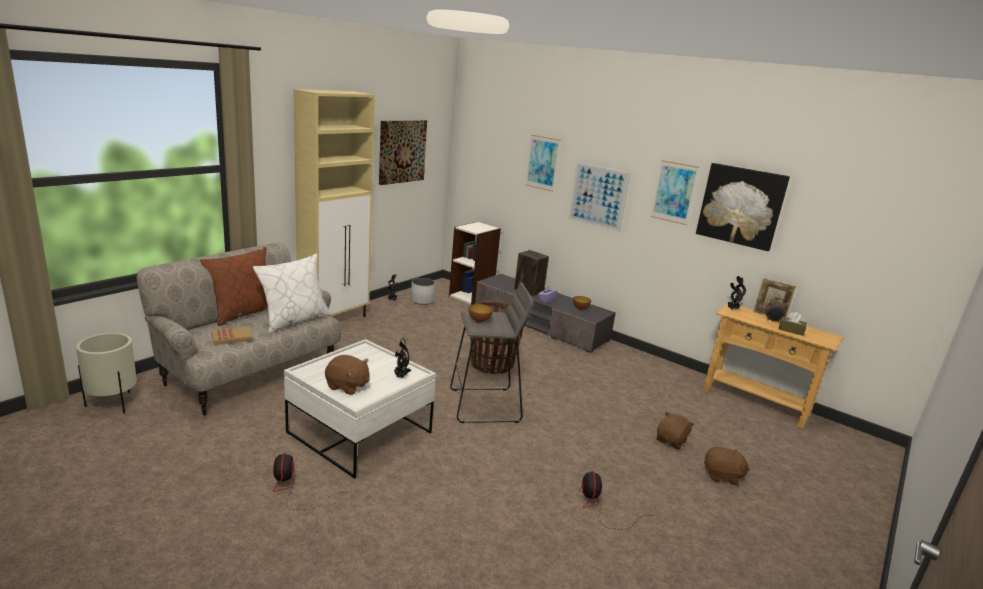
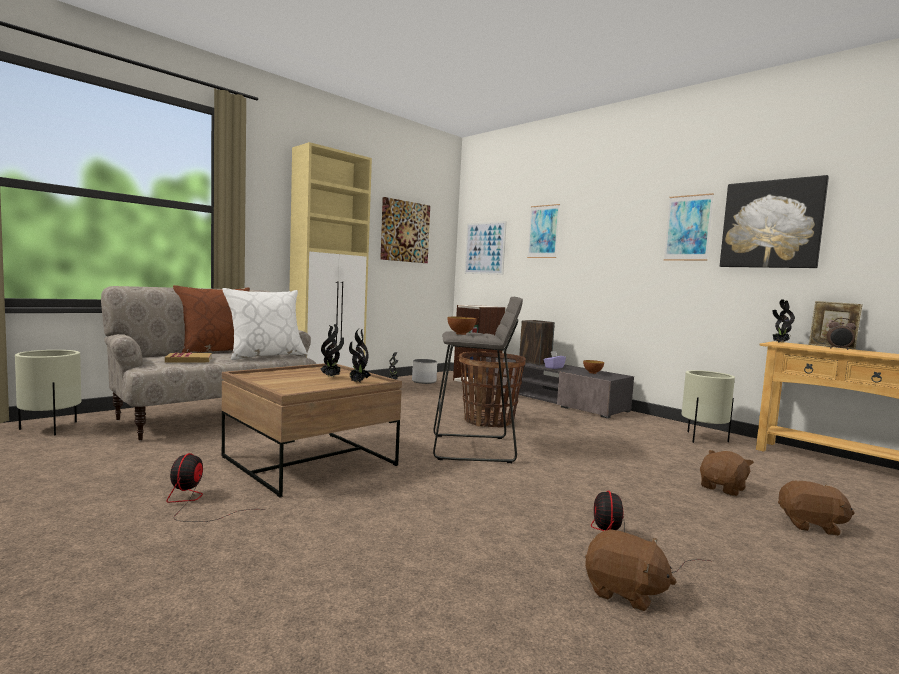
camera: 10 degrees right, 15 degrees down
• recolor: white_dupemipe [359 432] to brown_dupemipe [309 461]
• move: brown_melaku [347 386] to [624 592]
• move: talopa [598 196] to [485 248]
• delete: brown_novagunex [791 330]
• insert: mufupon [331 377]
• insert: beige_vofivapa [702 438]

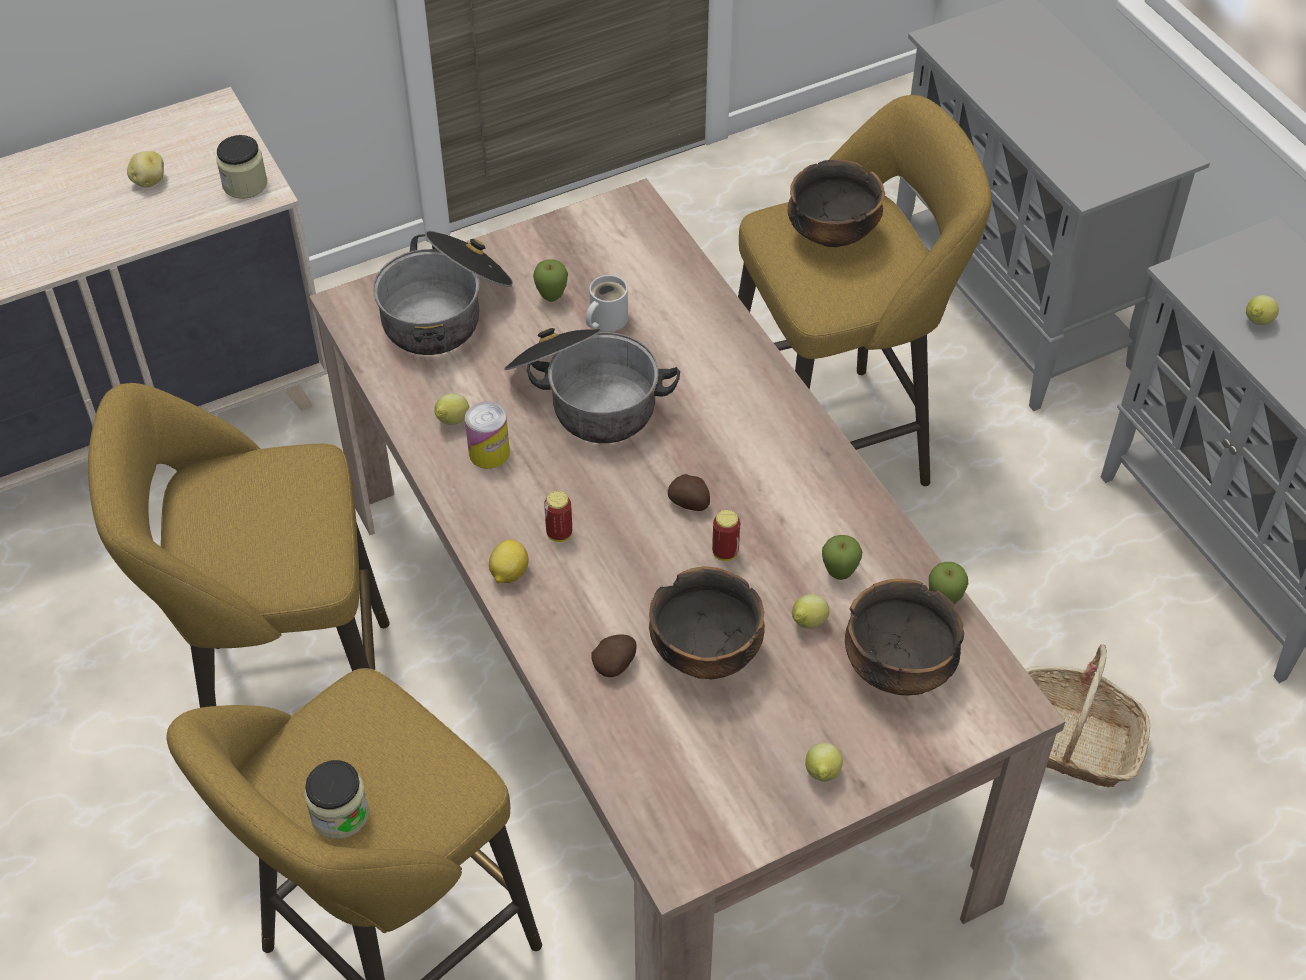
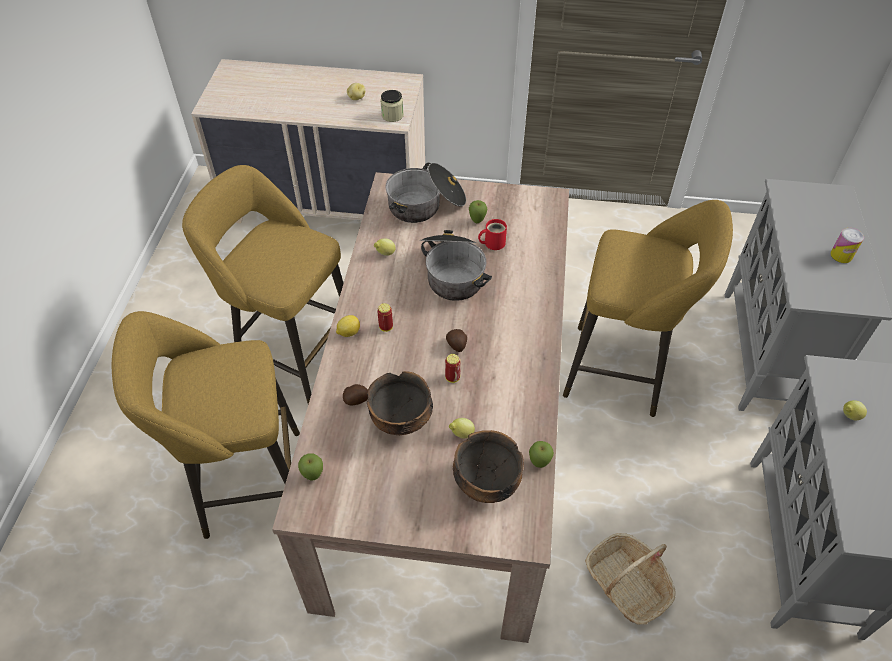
camera: 35 degrees right, 0 degrees up
• delete: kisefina [340 814]
• move: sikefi [489 453] to [841 255]
• recolor: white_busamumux [605 320] to red_busamumux [492 242]
• delete: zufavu [832 234]
• delete: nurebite [822 775]
• move: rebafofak [839 574] to [313 476]

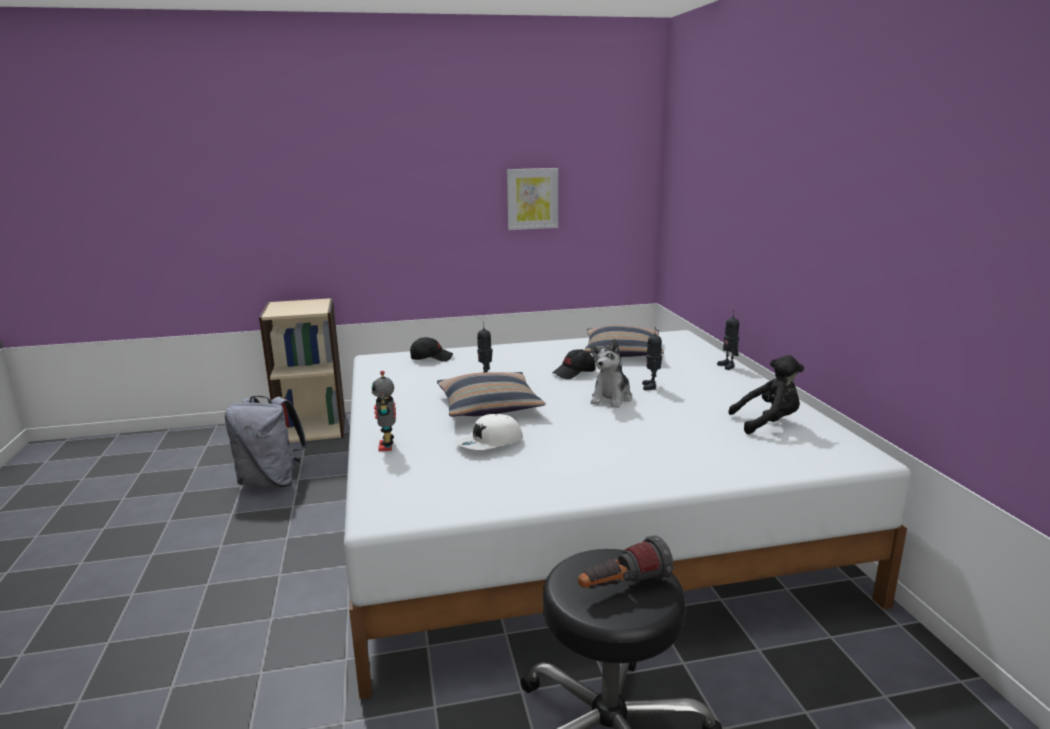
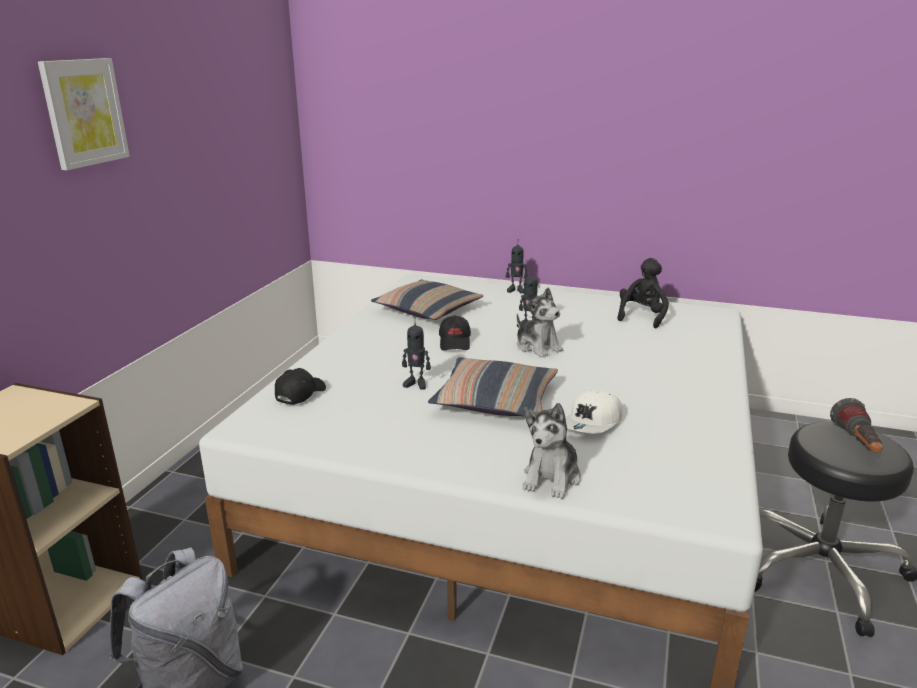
camera: 60 degrees left, 5 degrees up
• replace: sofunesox [387 446] to melaku [552 478]
• rotate: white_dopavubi [490 444] = [592 423] 45 degrees clockwise
• move: talopa [532 198] to [84 112]

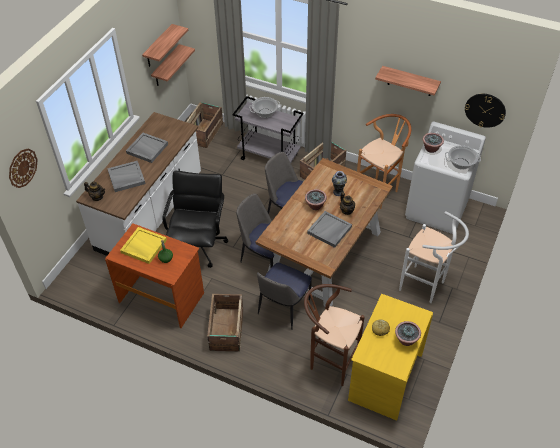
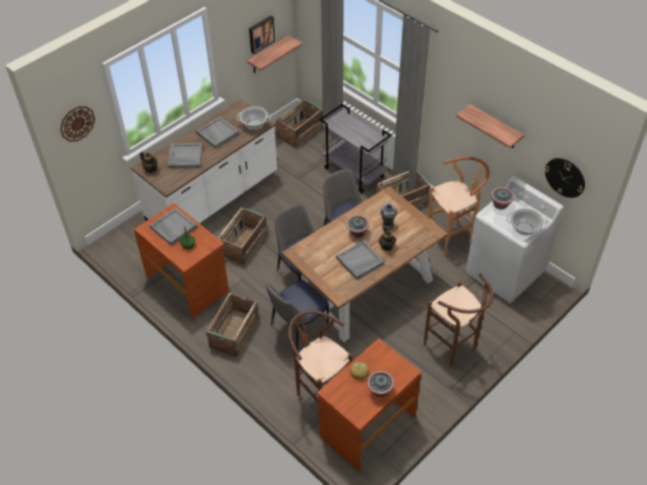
camera: 20 degrees right, 0 degrees up
• recolor: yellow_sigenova [143 246] to grey_sigenova [173 227]
• replace: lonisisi [158 46] to talopa [261 34]
• replace: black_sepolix [198 246] to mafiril [244 243]
• move: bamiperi [265 113] to [254 124]
• recolor: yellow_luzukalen [384 377] to brown_luzukalen [367 426]
• recolor: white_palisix [426 287] to brown_palisix [453 350]

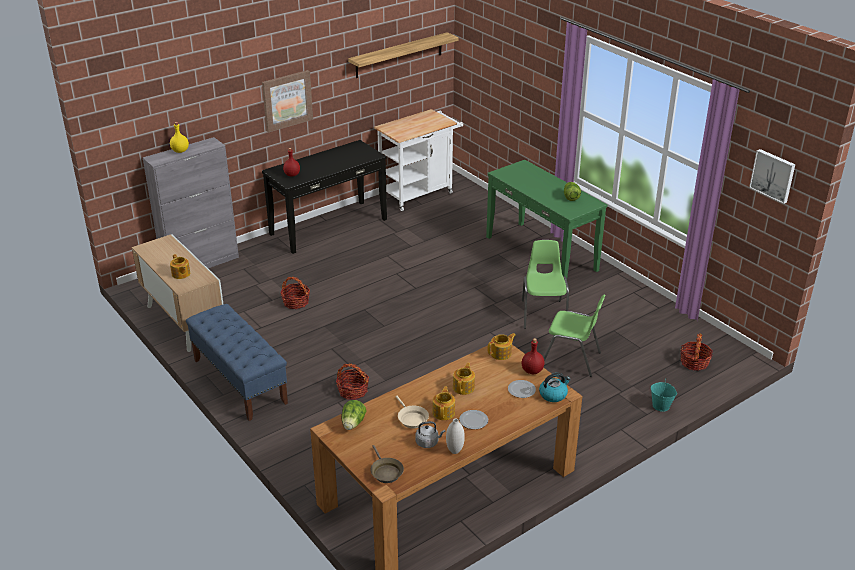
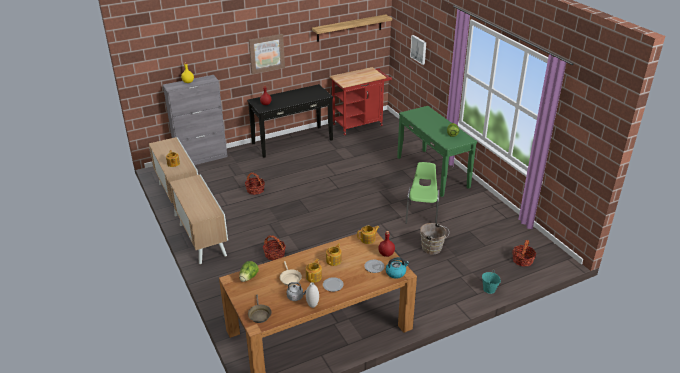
camera: 10 degrees right, 0 degrees up
• replace: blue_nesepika [239 381] to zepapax [202 239]
• recolor: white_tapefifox [419 193] to red_tapefifox [360 124]
• replace: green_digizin [571 359] to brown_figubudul [433 249]
• move: talopa [773 175] to [419 49]

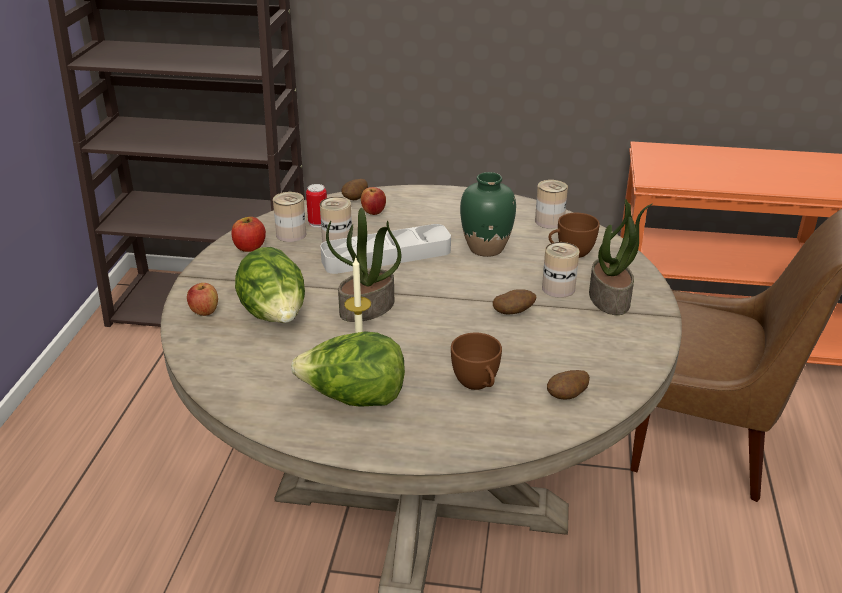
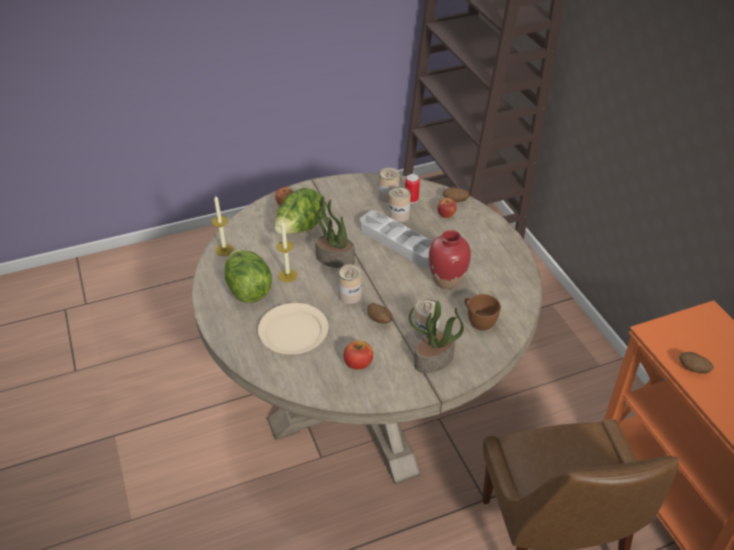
camera: 60 degrees right, 10 degrees up
• move: rebafofak [249 247] to [358 363]
• replace: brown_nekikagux [477 385] to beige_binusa [293 331]
• recolor: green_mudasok [486 248] to red_mudasok [447 280]
• move: sikefi [549 221] to [350 295]
• move: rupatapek [567 397] to [693 369]
• insert: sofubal [224 250]

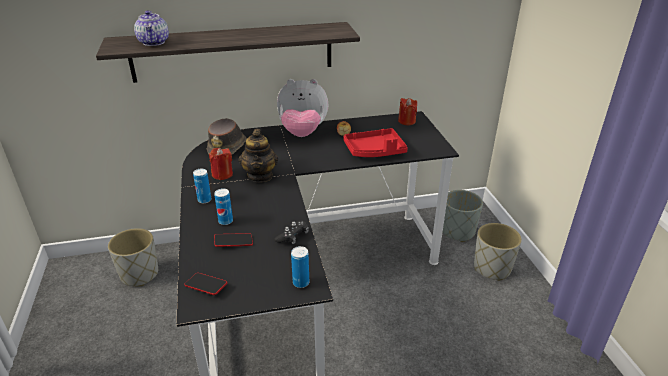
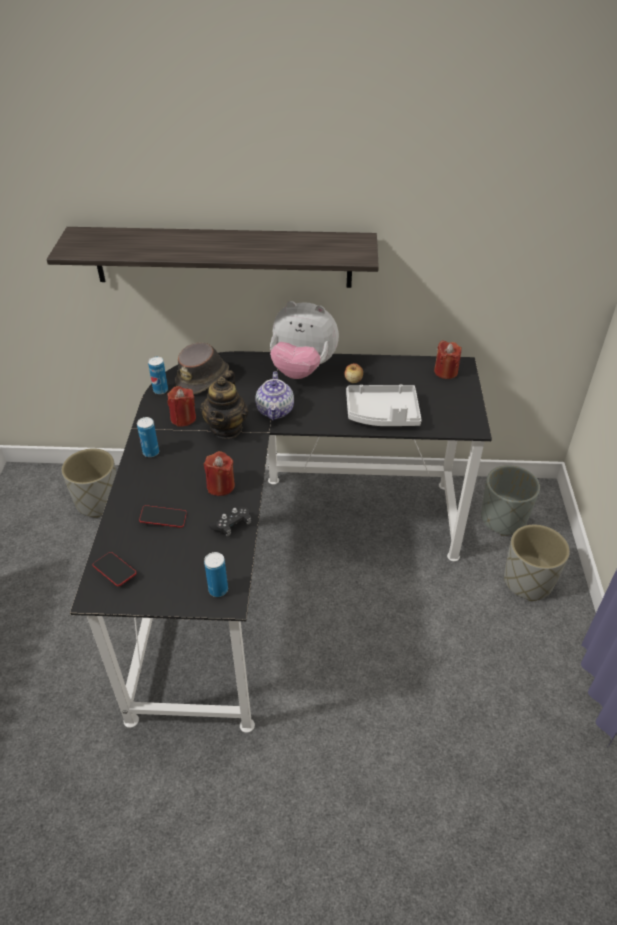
camera: 15 degrees right, 10 degrees up
• move: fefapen [154 42] to [275 411]
• move: sikefi [225 221] to [160 390]
• recolor: red_sigenova [375 151] to grey_sigenova [382 414]
• insert: red_sofubal [220 486]

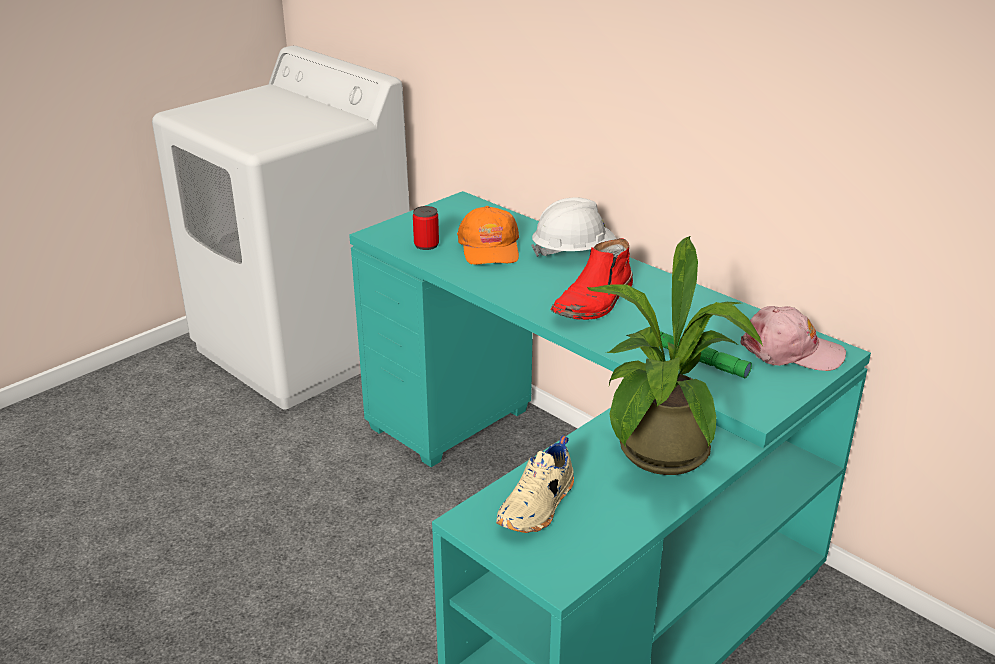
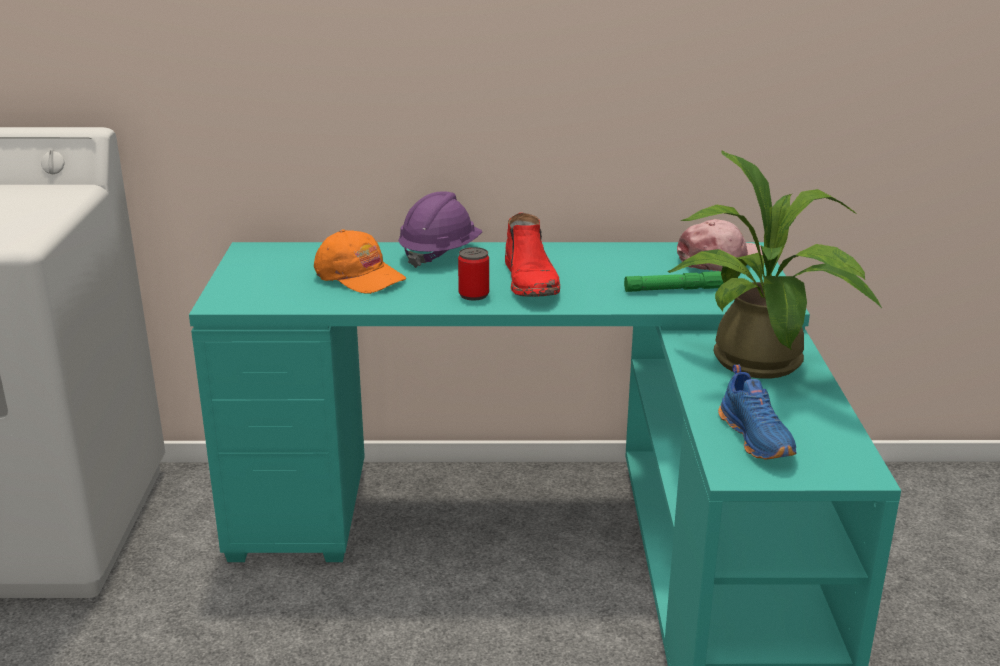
camera: 45 degrees left, 5 degrees down
• move: sikefi [426 245] to [473 295]
• recolor: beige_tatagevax [538 507] to blue_tatagevax [757 438]
• recolor: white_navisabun [573 253] to purple_navisabun [440 254]

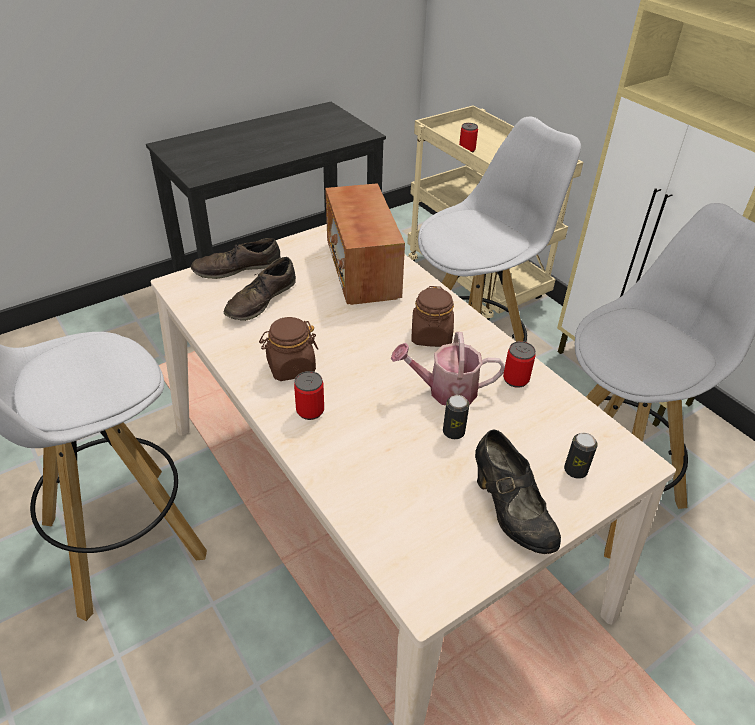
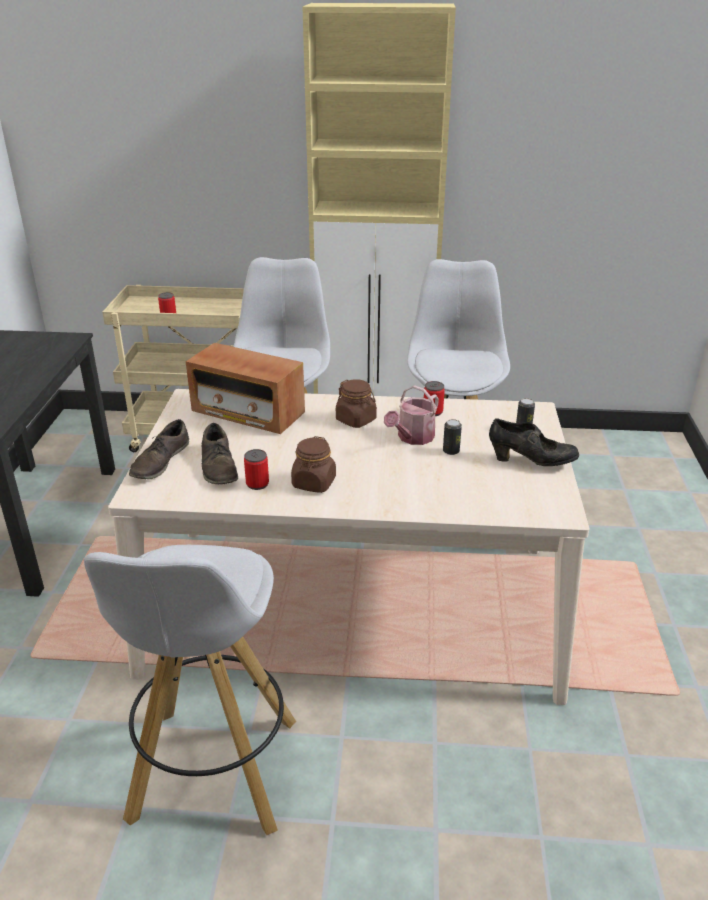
camera: 50 degrees left, 10 degrees down
• move: sikefi [310 411] to [257 484]

